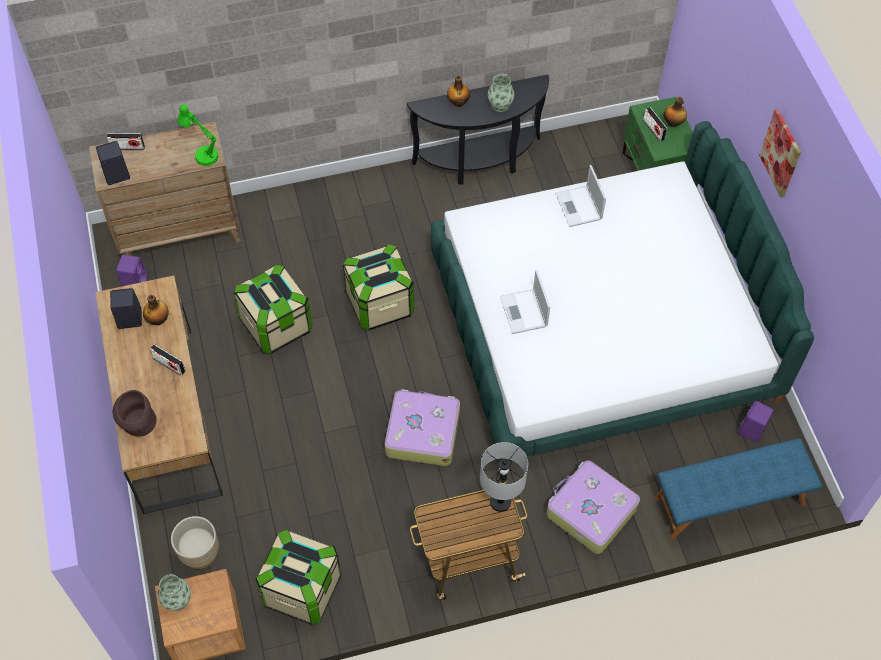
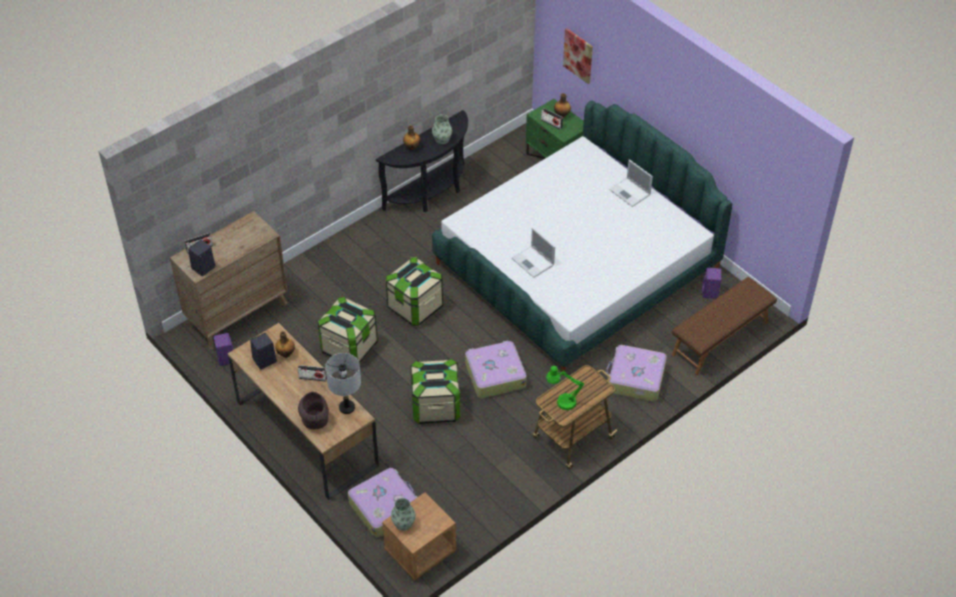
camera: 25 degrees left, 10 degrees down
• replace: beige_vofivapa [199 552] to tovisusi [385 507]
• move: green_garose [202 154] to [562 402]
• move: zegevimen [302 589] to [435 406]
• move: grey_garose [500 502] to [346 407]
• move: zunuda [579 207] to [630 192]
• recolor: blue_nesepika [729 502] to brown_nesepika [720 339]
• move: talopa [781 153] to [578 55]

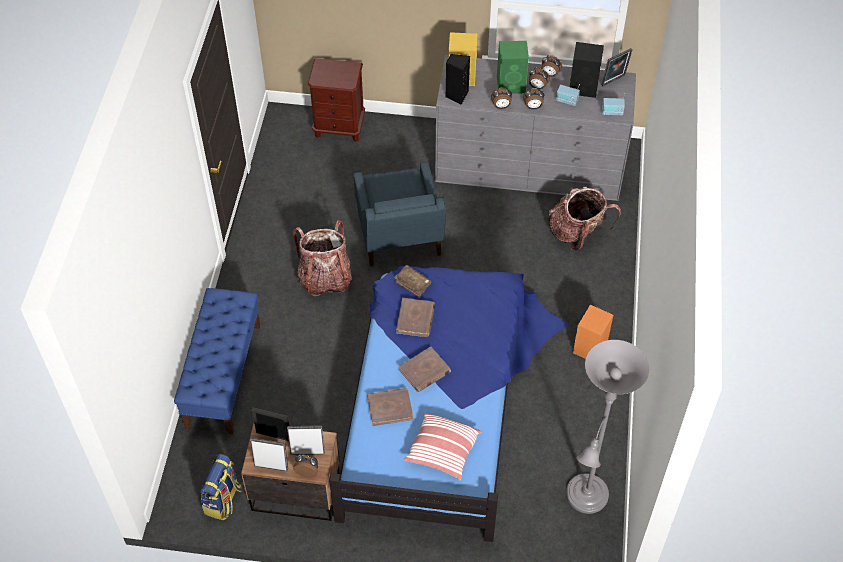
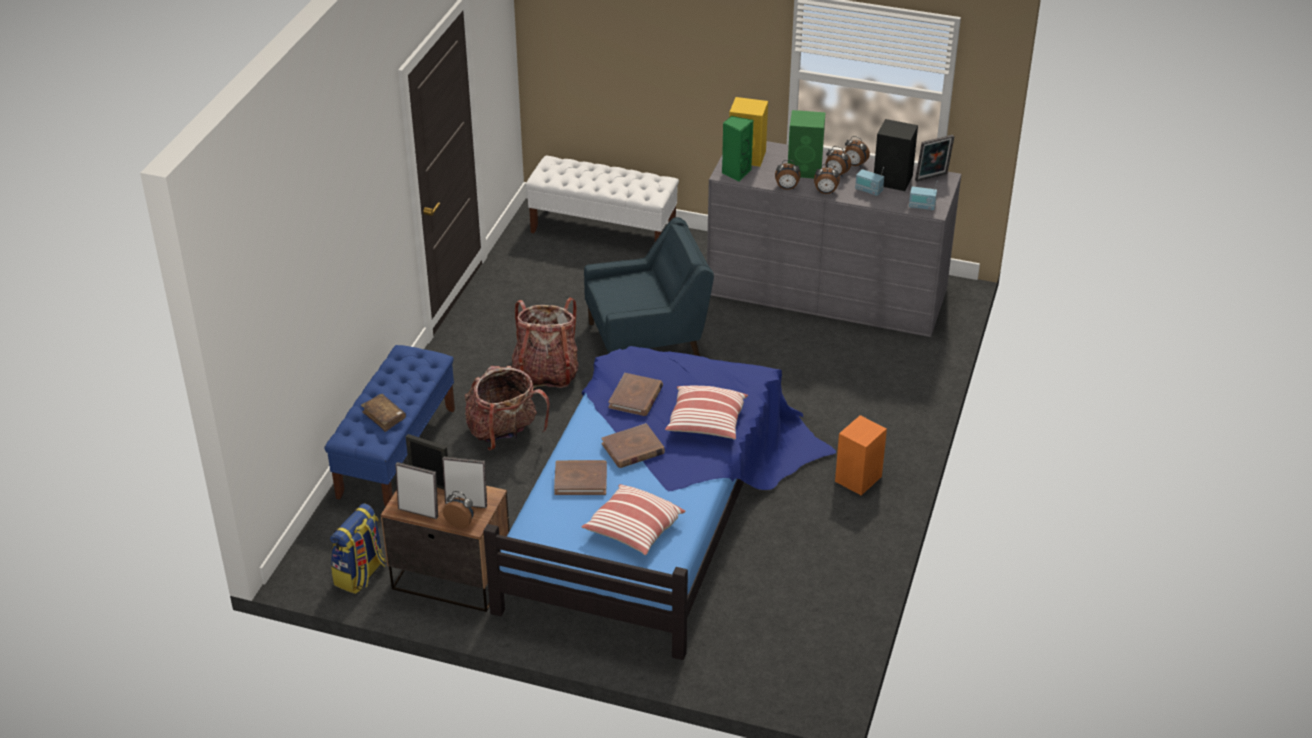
camera: 10 degrees right, 15 degrees down
• replace: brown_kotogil [339 127] to white_nesepika [603 231]
• rotate: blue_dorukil [399 235] = [647 341] 105 degrees counterclockwise
• move: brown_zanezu [412 283] to [384 416]
• recolor: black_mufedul [456 95] to green_mufedul [736 172]
• move: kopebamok [577 233] to [504 433]
• delete: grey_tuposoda [585 499]
• insert: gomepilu [706 423]

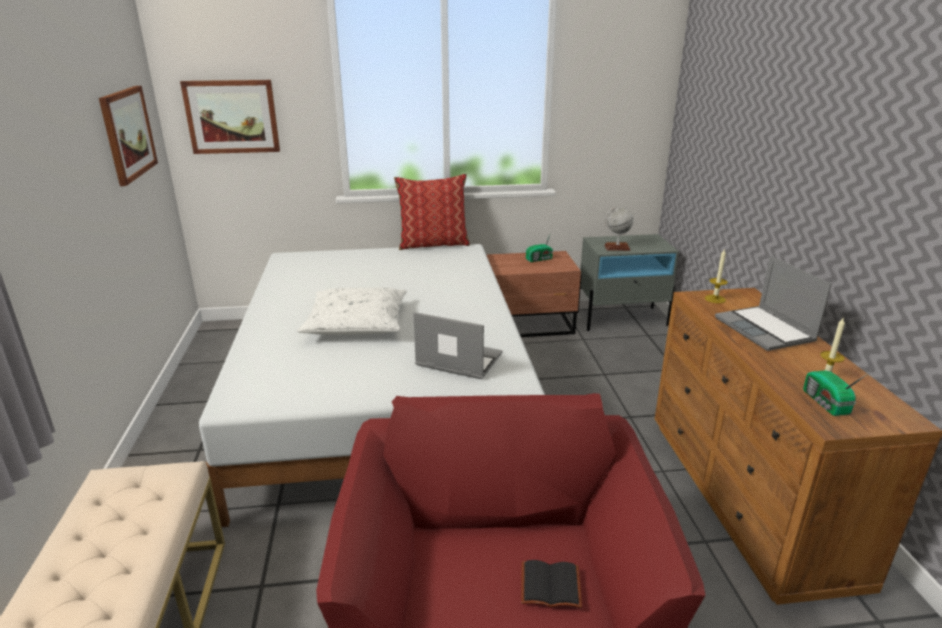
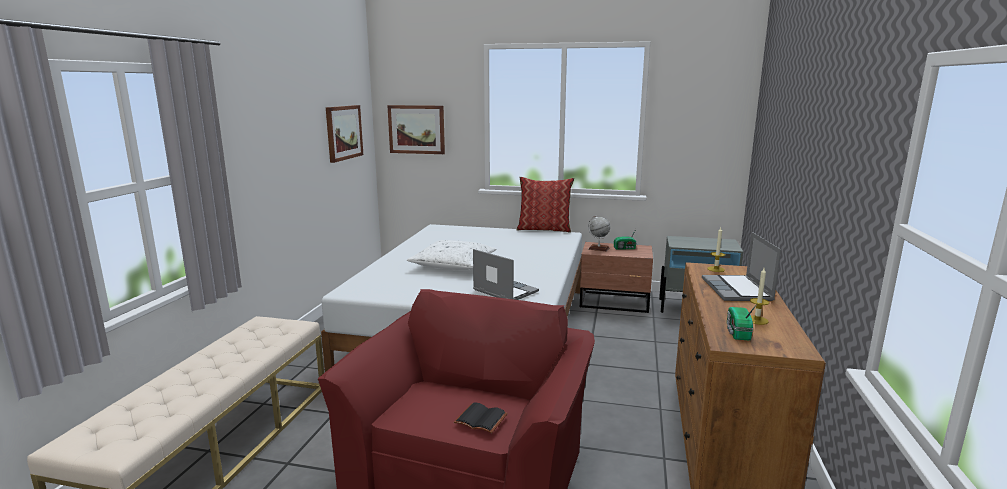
camera: 20 degrees right, 10 degrees down
• move: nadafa [617 247] to [598 248]

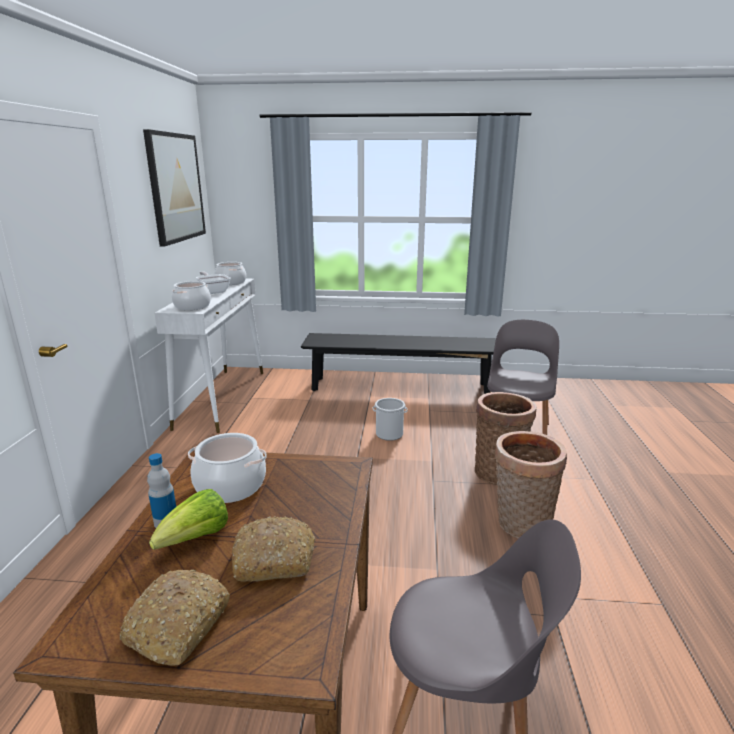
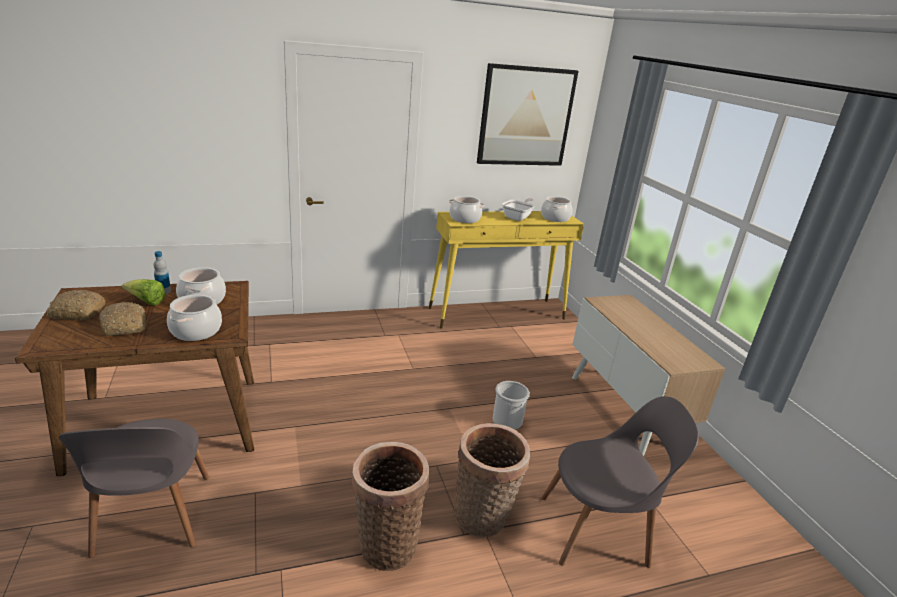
camera: 65 degrees right, 5 degrees up
• recolor: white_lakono [222 398] to yellow_lakono [497 313]
• replace: black_nesepika [400 387] to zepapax [625 410]
• insert: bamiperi [196 330]

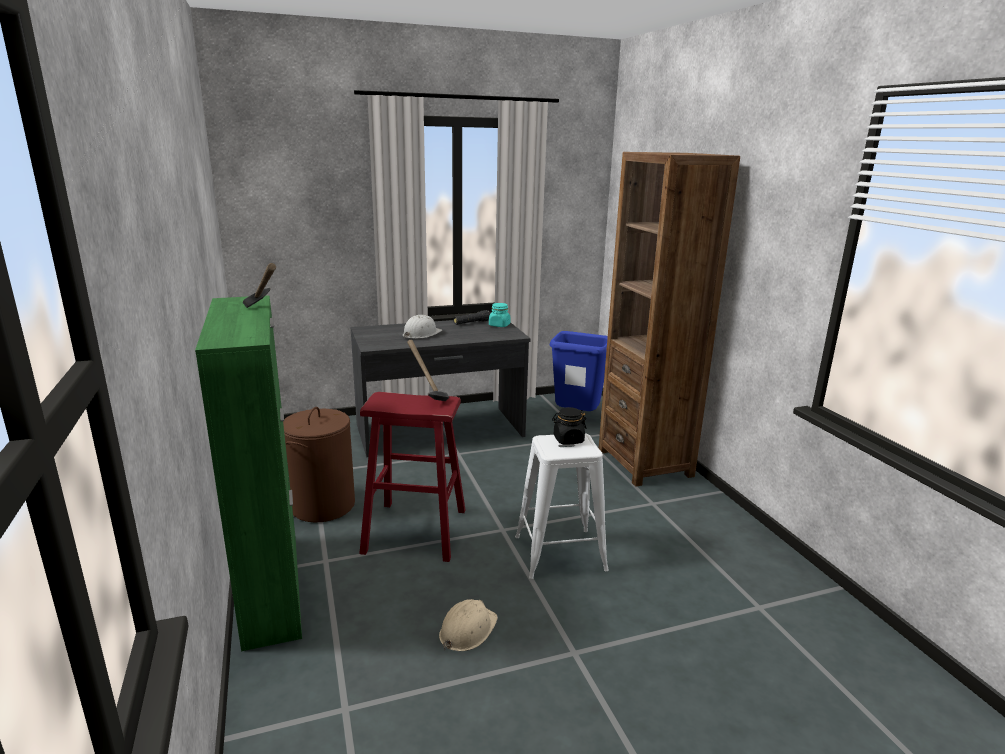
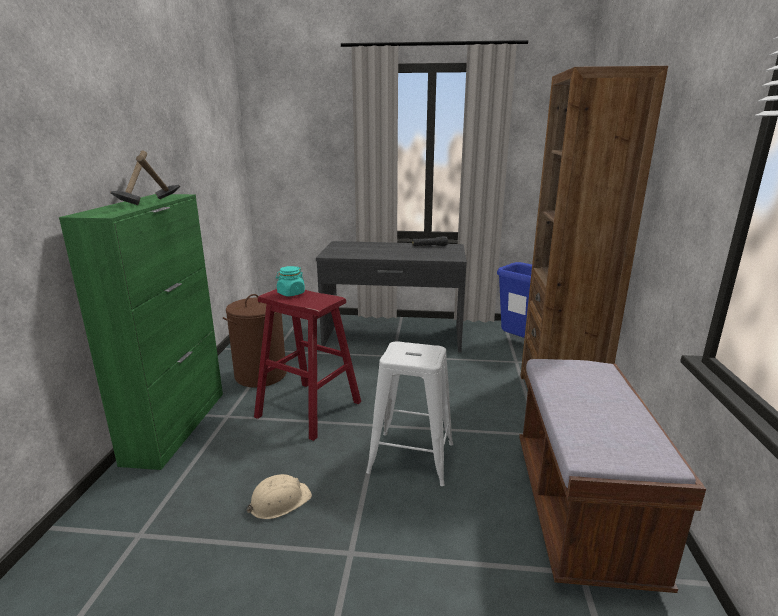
camera: 25 degrees right, 0 degrees up
• delete: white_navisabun [421 334]
• move: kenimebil [425 394] to [137 201]
• move: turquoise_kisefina [499 325] to [291 293]
• delete: black_kisefina [568 440]
• insert: brown_nesepika [580 511]

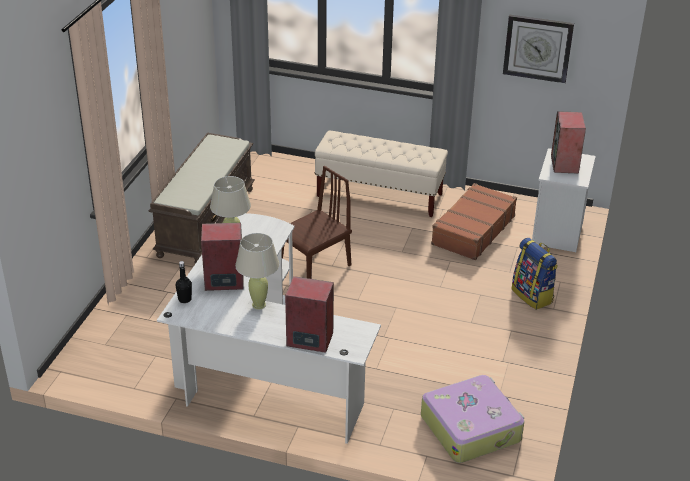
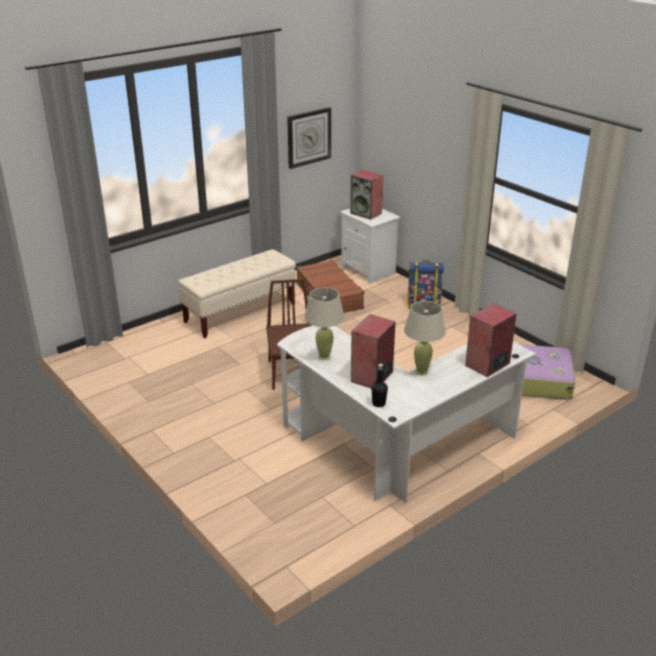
camera: 55 degrees left, 5 degrees down
• delete: brown_nesepika [206 221]

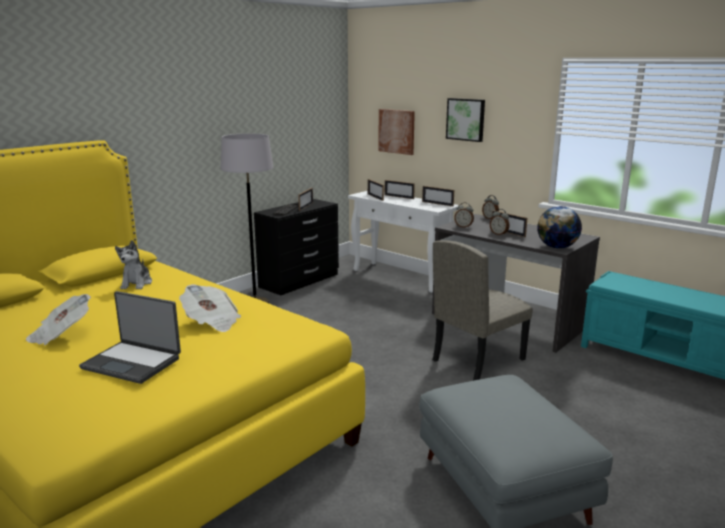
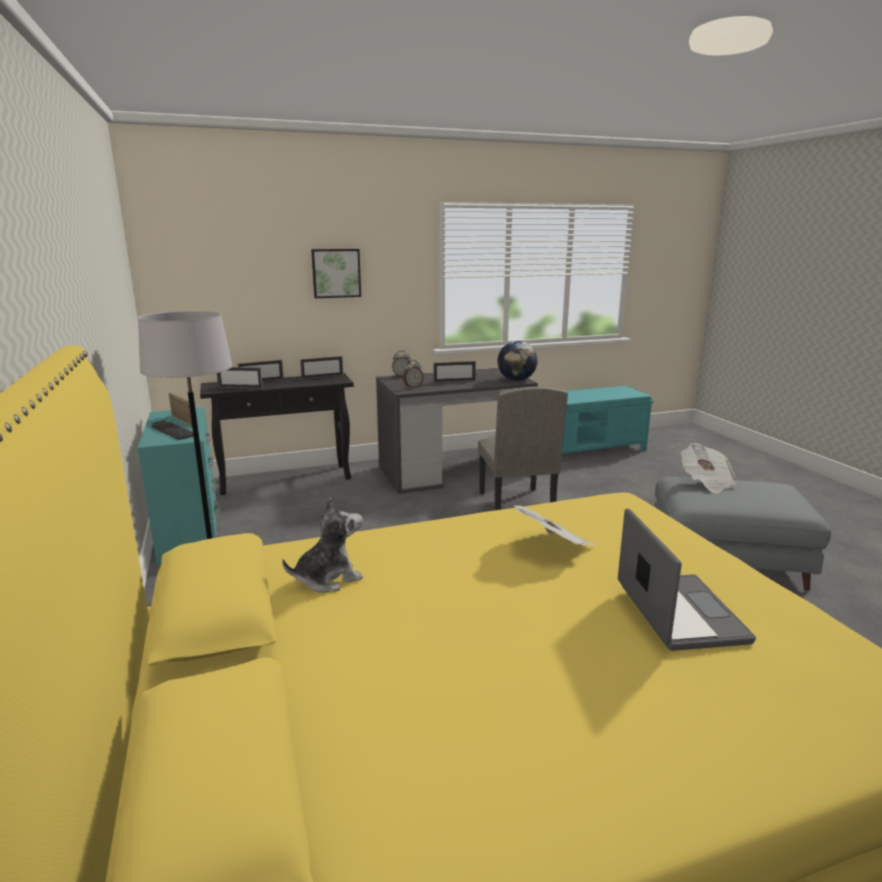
camera: 60 degrees left, 0 degrees up
• move: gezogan [61 335] to [706 482]
• rotate: zunuda [133 362] = [677 613] 60 degrees counterclockwise
• rotate: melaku [137 283] = [328 578] 60 degrees counterclockwise
• recolor: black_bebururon [300 281] to turquoise_bebururon [190 532]
• recolor: white_lakono [401 277] to black_lakono [286 479]
• delete: talopa [397 131]
• delete: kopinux [499 234]

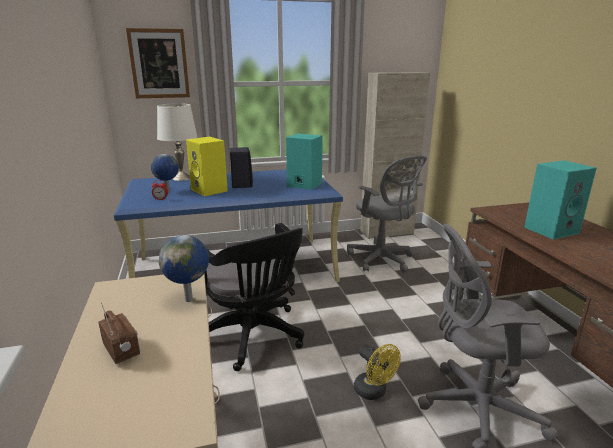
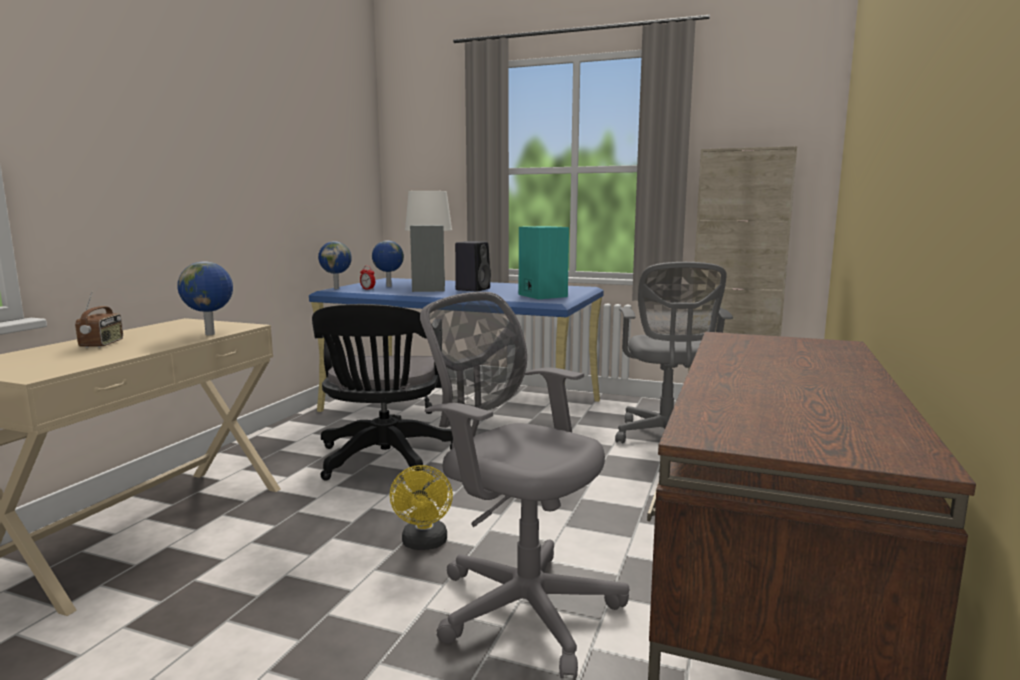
camera: 35 degrees right, 10 degrees down
• delete: talopa [159 64]
• recolor: yellow_mufedul [210 190] to grey_mufedul [429 289]
• delete: turquoise_mufedul [551 229]
• insert: nadafa [337 288]

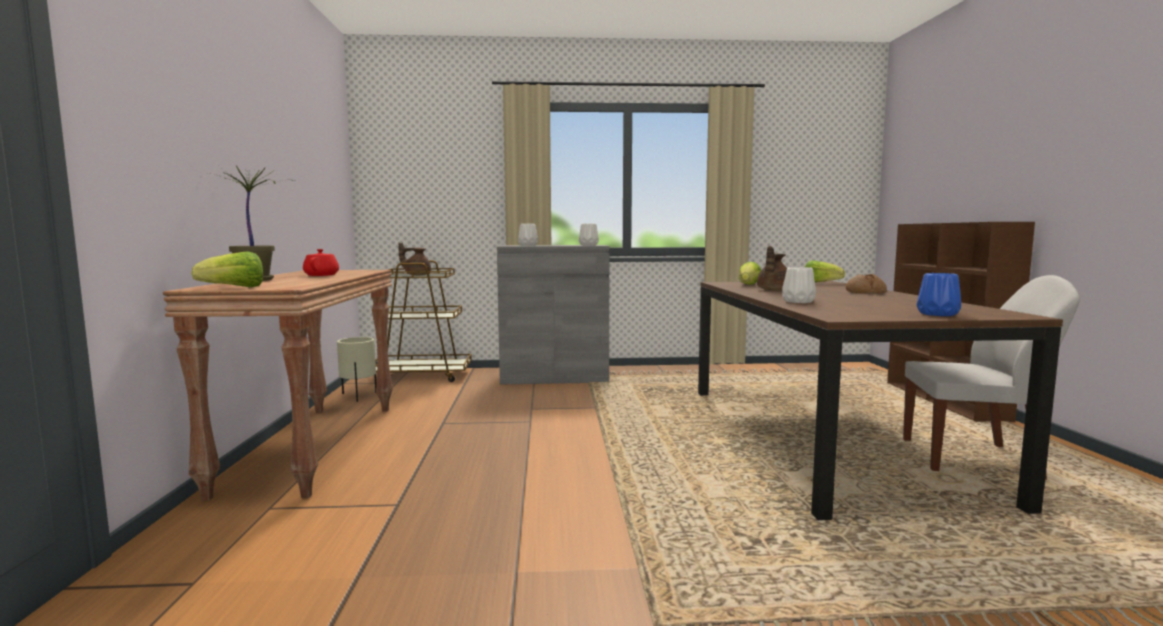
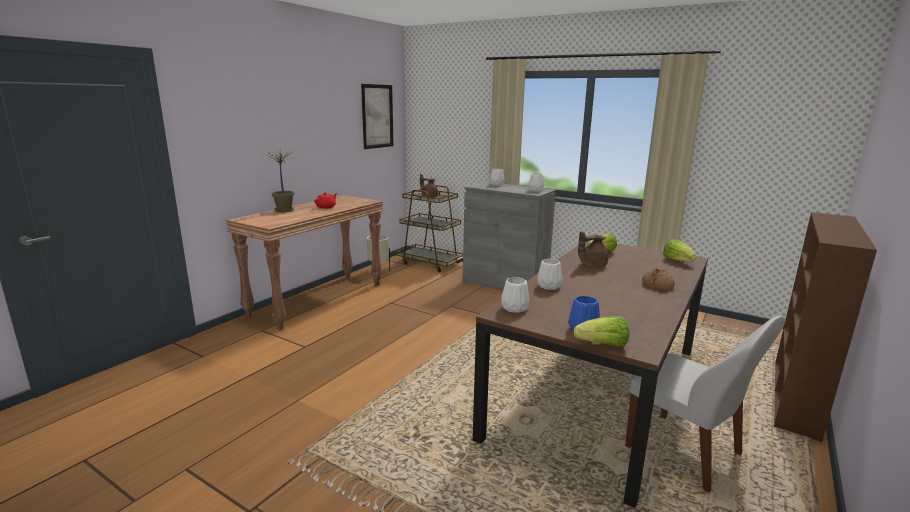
camera: 35 degrees right, 10 degrees up
• move: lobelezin [234 288] to [603 345]
• insert: talopa [377 116]
• insert: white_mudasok [515 308]

